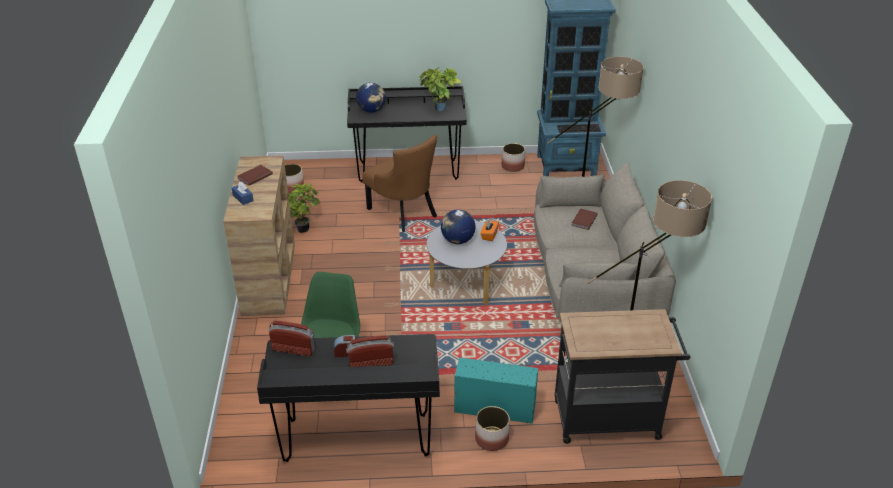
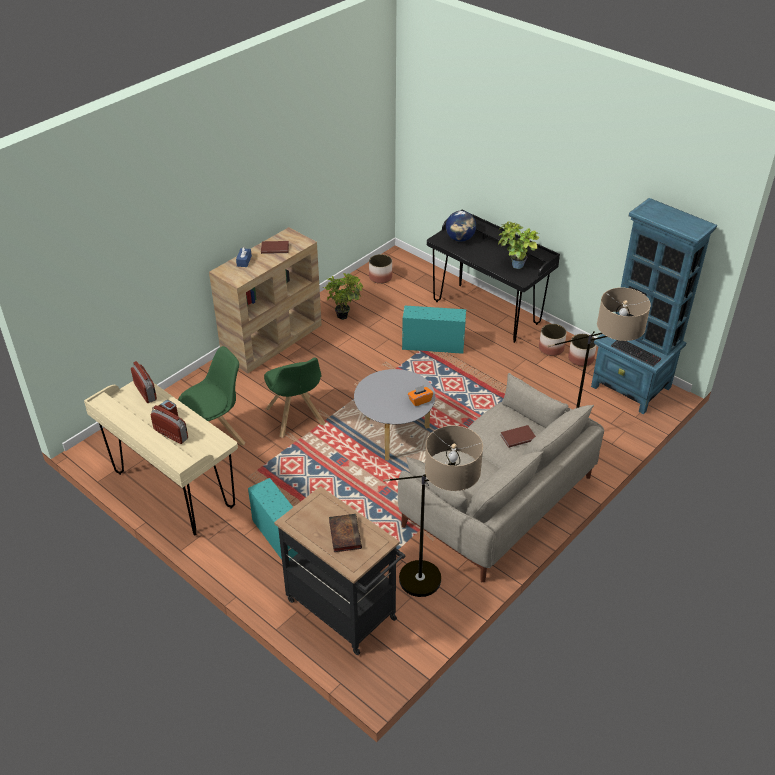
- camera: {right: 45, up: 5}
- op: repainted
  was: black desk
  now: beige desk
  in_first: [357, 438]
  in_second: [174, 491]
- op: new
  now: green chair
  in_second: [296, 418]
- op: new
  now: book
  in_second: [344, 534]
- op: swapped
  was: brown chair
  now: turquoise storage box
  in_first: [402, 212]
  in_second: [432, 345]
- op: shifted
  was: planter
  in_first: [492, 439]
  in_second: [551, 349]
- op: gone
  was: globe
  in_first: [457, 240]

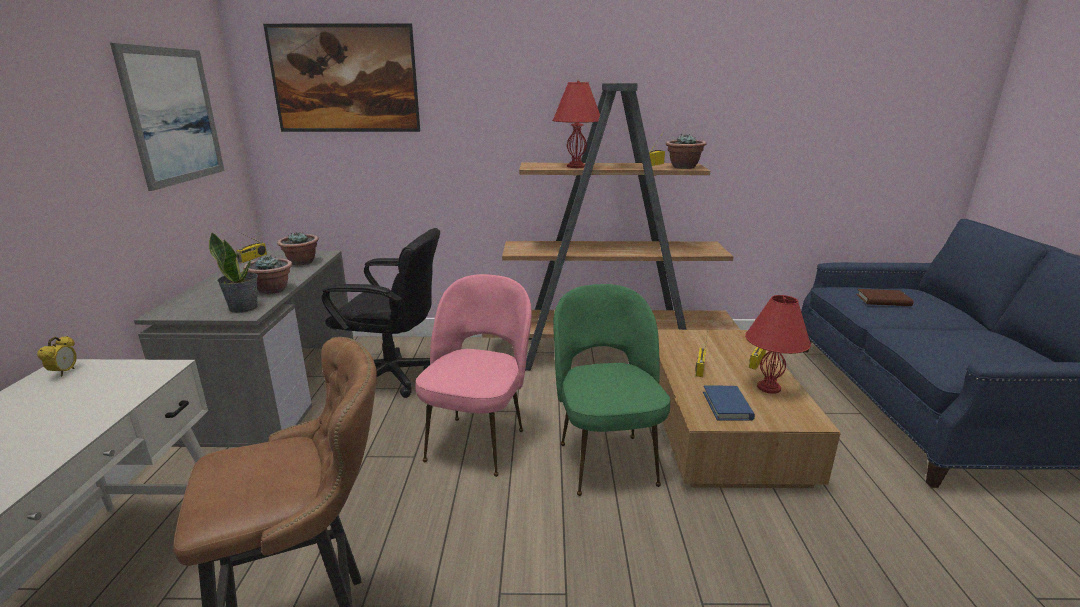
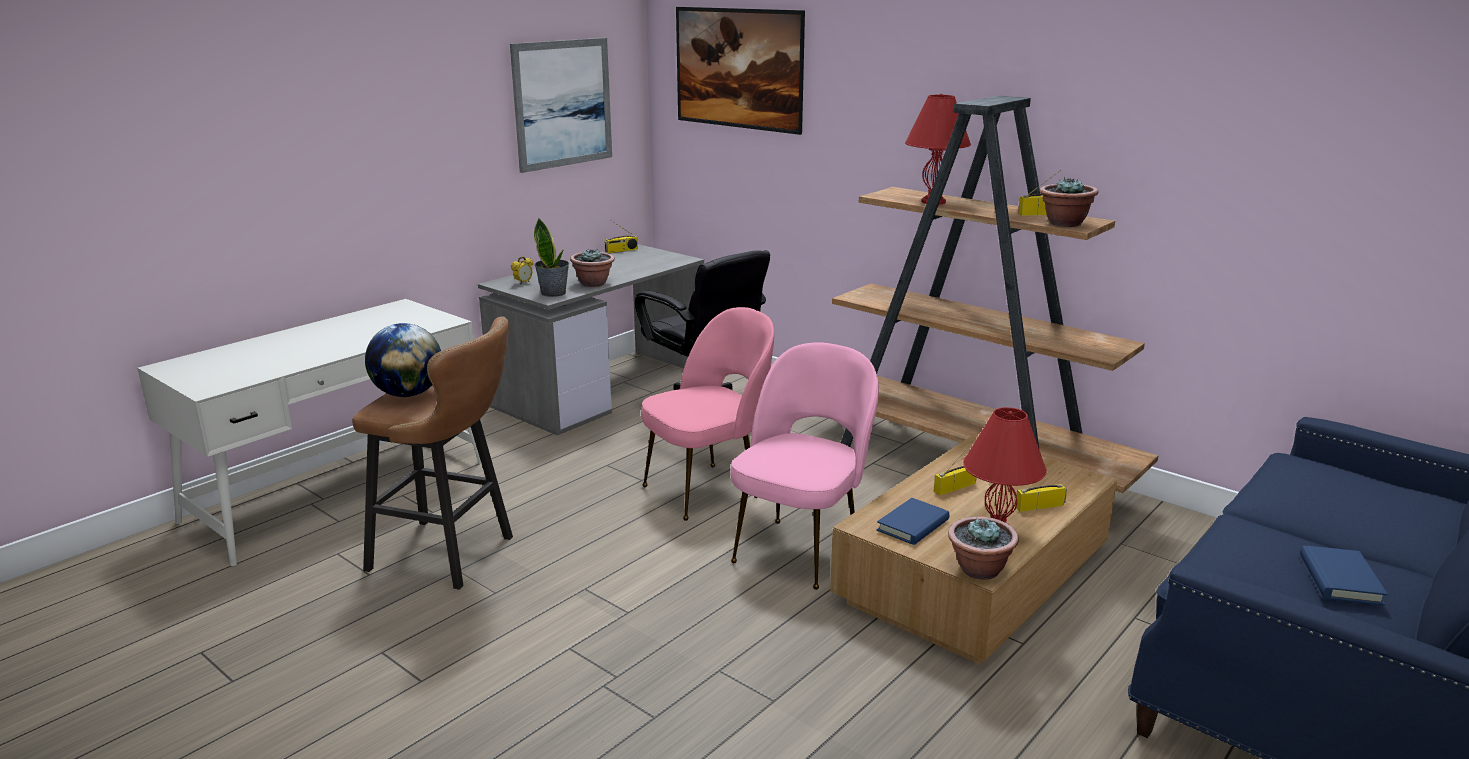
- camera: {right: 40, up: 0}
- op: new
  now: globe
  in_second: [408, 394]
- op: shifted
  was: alarm clock
  in_first: [65, 372]
  in_second: [523, 283]
- op: repainted
  was: green chair
  now: pink chair
  in_first: [605, 458]
  in_second: [801, 549]
- op: shifted
  was: potted plant
  in_first: [301, 262]
  in_second: [979, 570]
- op: new
  now: blue book
  in_second: [1339, 579]
- op: gone
  was: brown book
  in_first: [883, 300]

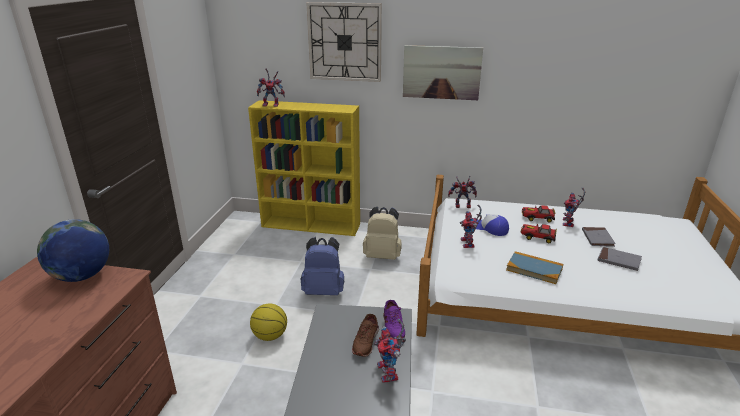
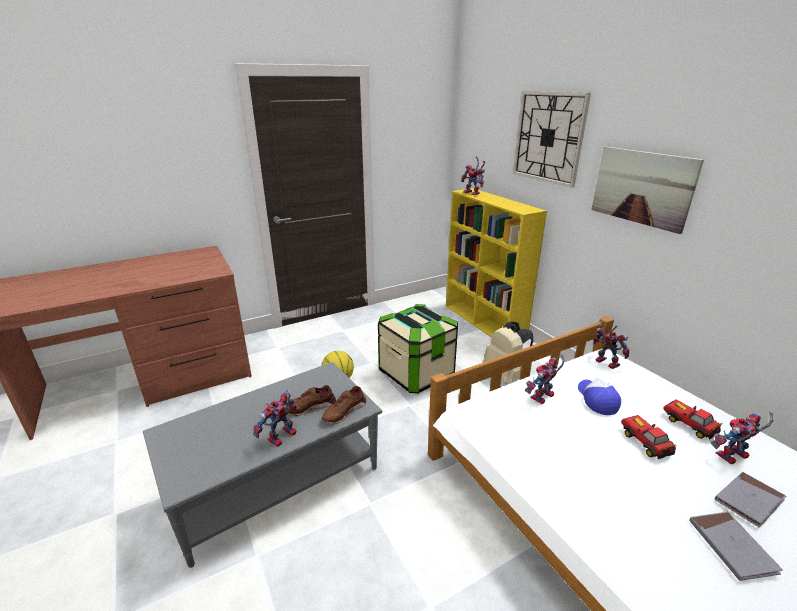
- camera: {right: 50, up: 0}
- op: repainted
  was: purple shoe
  now: brown shoe
  in_first: [393, 326]
  in_second: [344, 411]
- op: swapped
  was: blue backpack
  now: storage box
  in_first: [324, 290]
  in_second: [416, 373]
- op: gone
  was: globe
  in_first: [82, 276]
- op: gone
  was: book
  in_first: [534, 269]

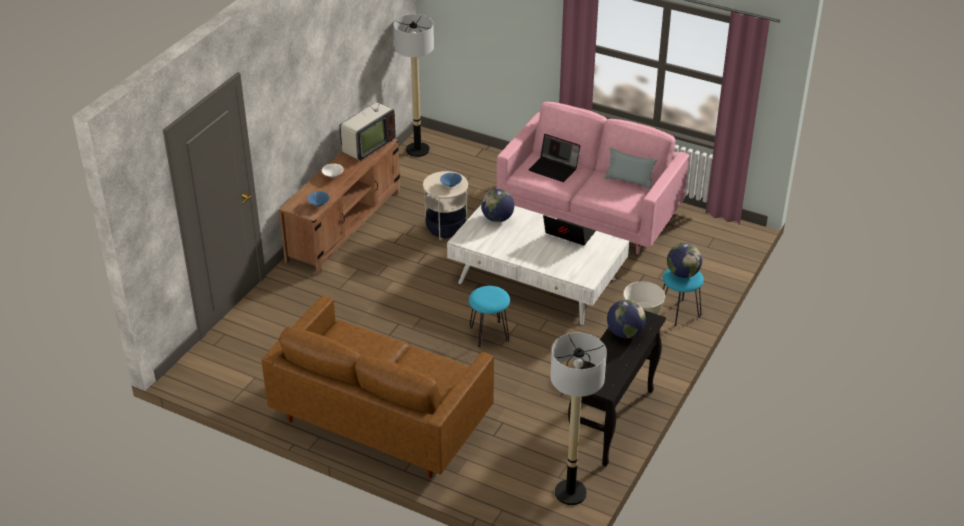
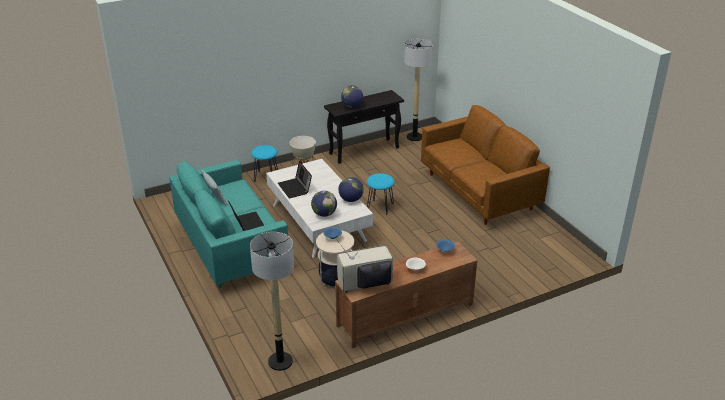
- camera: {right: -145, up: -5}
- op: repainted
  was: pink sofa
  now: turquoise sofa
  in_first: [589, 215]
  in_second: [231, 247]
- op: shifted
  was: globe
  in_first: [682, 274]
  in_second: [351, 200]

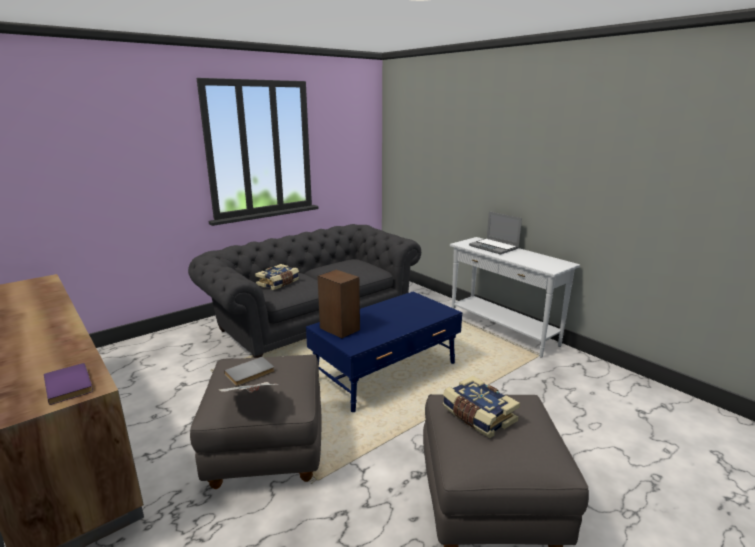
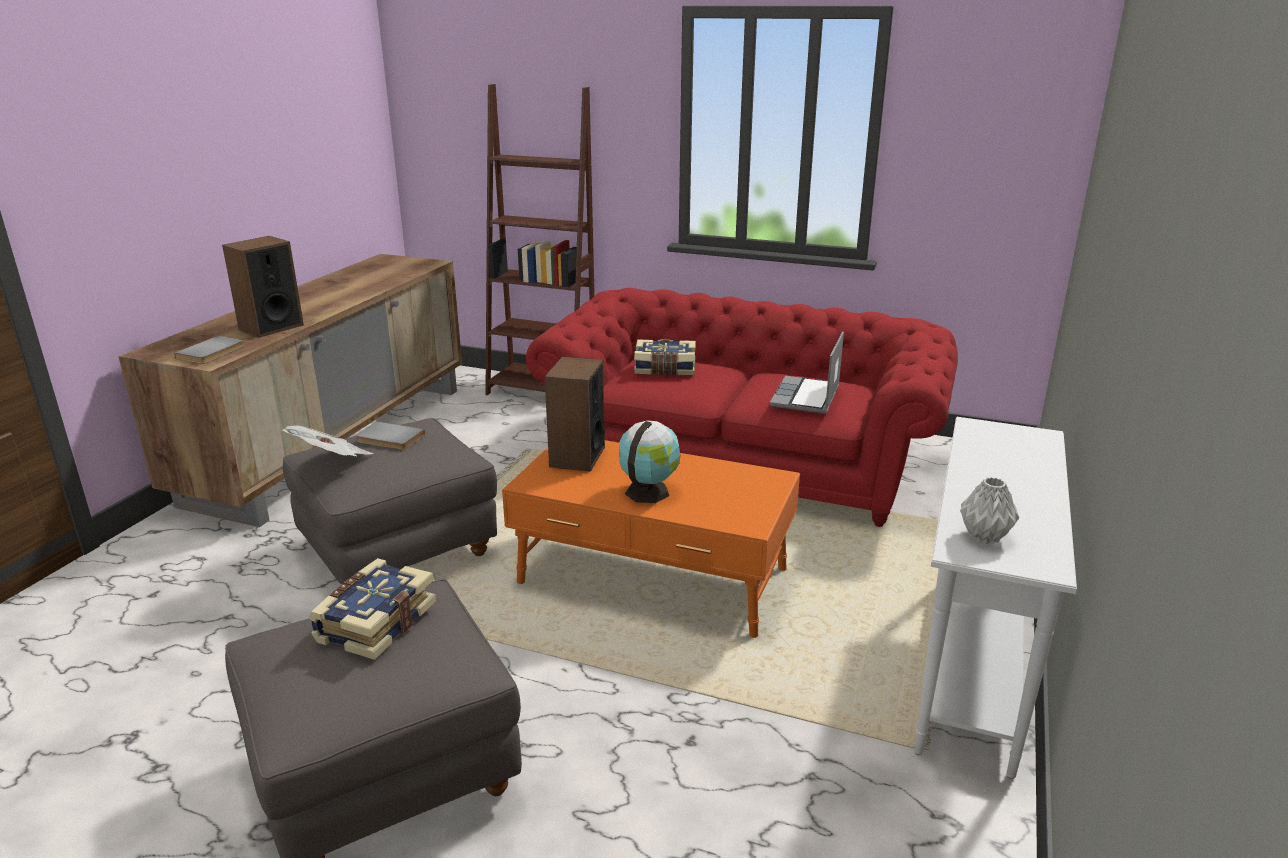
- camera: {right: 60, up: 5}
- op: repainted
  was: purple book
  now: grey book
  in_first: [71, 384]
  in_second: [213, 353]
- op: new
  now: speaker
  in_second: [271, 327]
- op: new
  now: brown bookcase
  in_second: [542, 391]
- op: repainted
  was: blue coffee table
  now: orange coffee table
  in_first: [386, 371]
  in_second: [654, 576]
- op: repainted
  was: grey sofa
  now: red sofa
  in_first: [311, 318]
  in_second: [741, 459]
- op: new
  now: globe
  in_second: [648, 491]
- op: shifted
  was: laptop
  in_first: [494, 247]
  in_second: [806, 397]
- op: new
  now: grey vase
  in_second: [985, 537]

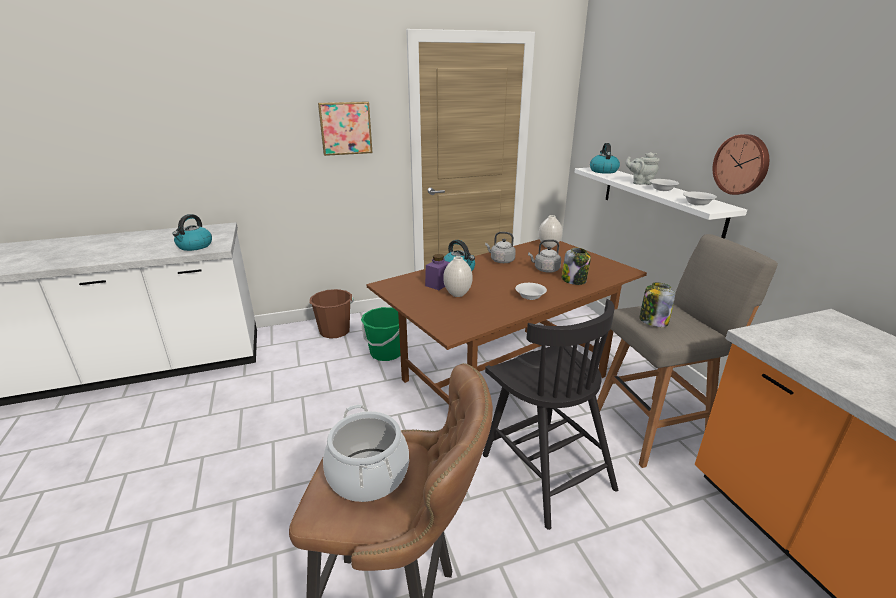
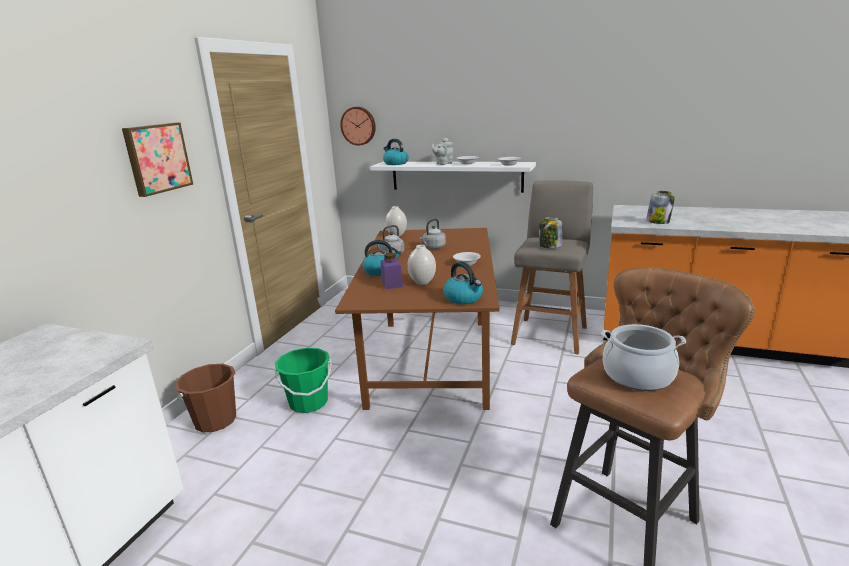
- camera: {right: -50, up: -5}
- op: shifted
  was: wall clock
  in_first: [742, 164]
  in_second: [358, 126]
- op: shifted
  was: kettle
  in_first: [194, 246]
  in_second: [464, 298]
- op: shifted
  was: jar
  in_first: [574, 280]
  in_second: [658, 222]
- op: gone
  was: black chair
  in_first: [545, 469]

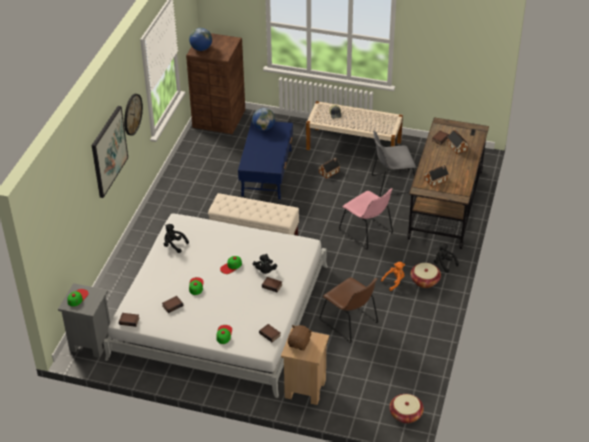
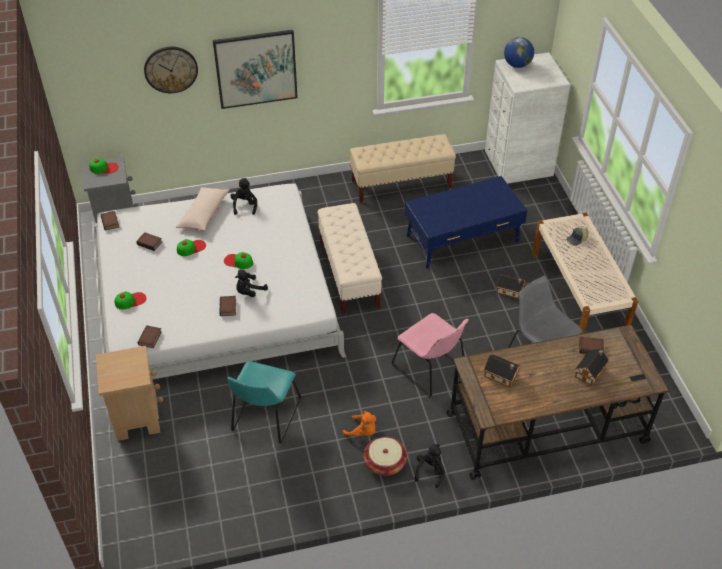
- camera: {right: 60, up: 5}
- op: shifted
  was: wall clock
  in_first: [132, 114]
  in_second: [171, 69]
- op: new
  now: beige pillow
  in_second: [204, 214]
- op: repainted
  was: brown chair
  now: turquoise chair
  in_first: [350, 322]
  in_second: [265, 417]
- op: new
  now: beige bench
  in_second: [401, 184]
- op: rotated
  was: pink chair
  in_first: [367, 232]
  in_second: [431, 370]
  clockwise: -60
- op: repainted
  was: brown dresser
  now: white dresser
  in_first: [219, 119]
  in_second: [518, 164]
- op: gone
  was: globe
  in_first: [263, 128]
- op: gone
  was: brown plush toy
  in_first: [299, 343]
- op: gone
  was: basket
  in_first: [405, 414]

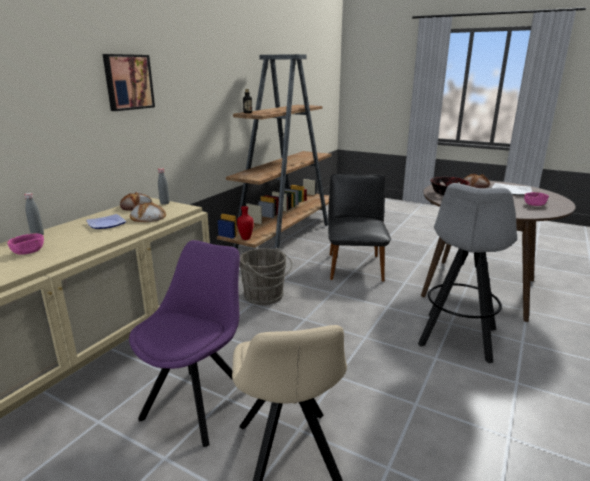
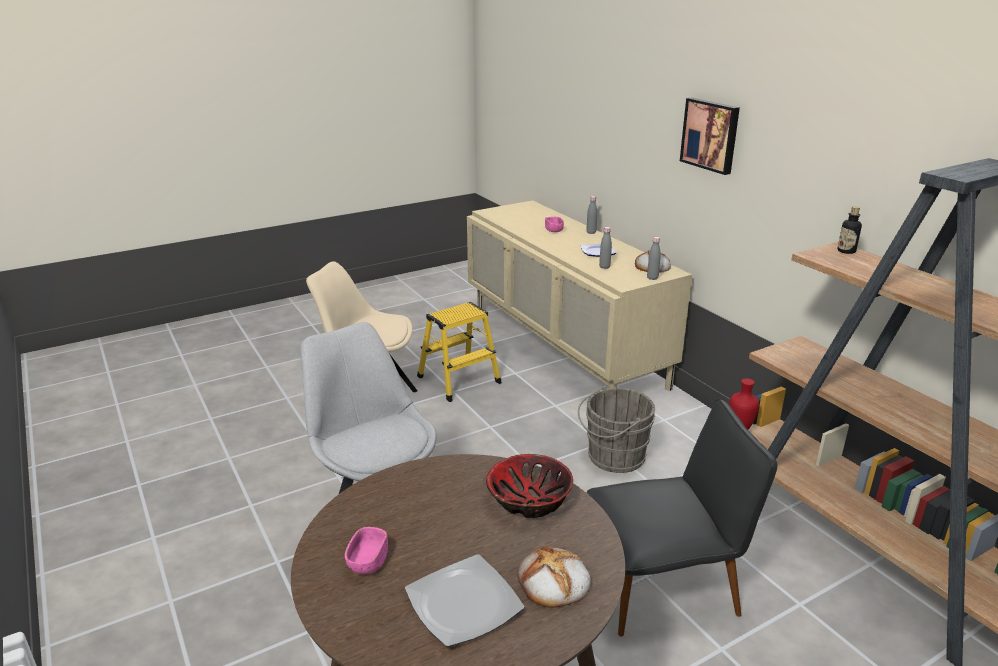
- camera: {right: 120, up: 5}
- op: swapped
  was: purple chair
  now: yellow step ladder
  in_first: [198, 404]
  in_second: [458, 379]
- op: rotated
  was: black chair
  in_first: [355, 267]
  in_second: [661, 585]
  clockwise: -45
- op: swapped
  was: bread
  now: grey bottle
  in_first: [148, 217]
  in_second: [604, 267]

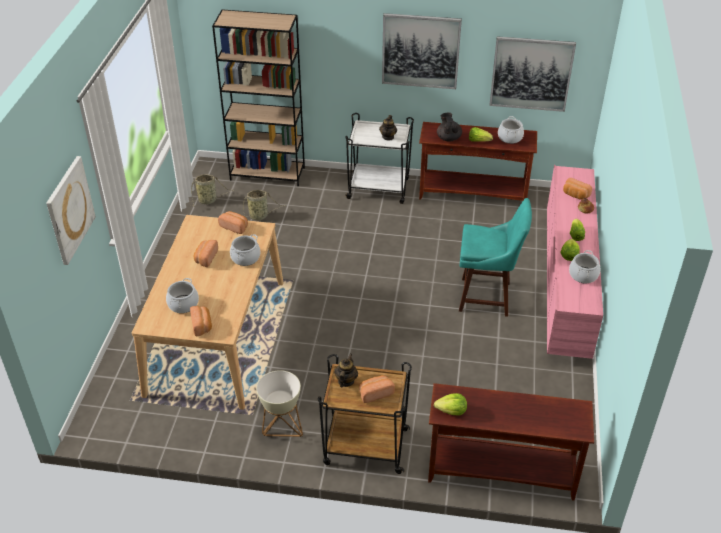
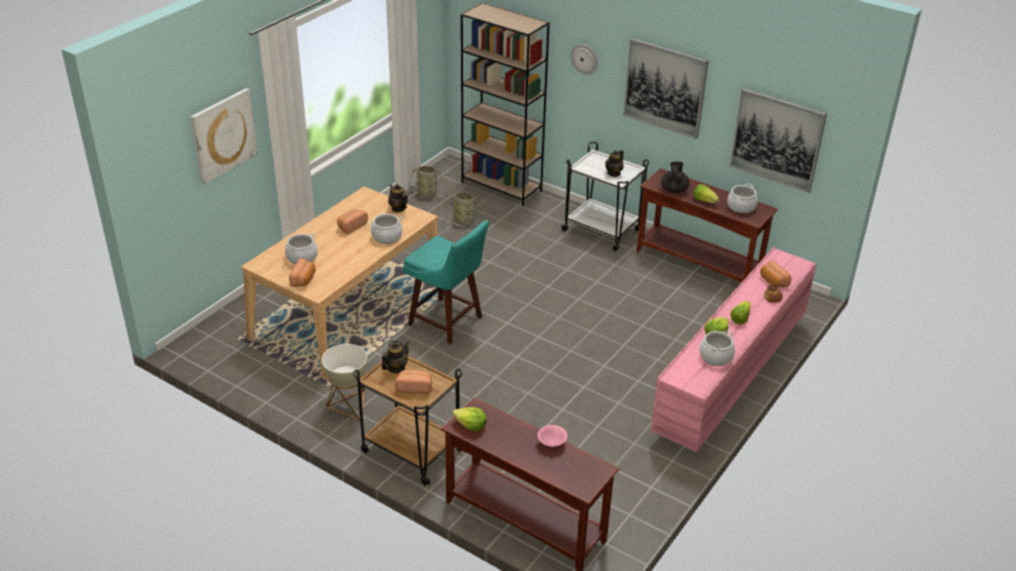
- camera: {right: 25, up: -5}
- op: swapped
  was: bread
  now: teapot
  in_first: [235, 227]
  in_second: [398, 208]
- op: shifted
  was: turquoise stool
  in_first: [487, 297]
  in_second: [447, 322]
- op: new
  now: pink bowl
  in_second: [552, 443]
- op: new
  now: wall clock
  in_second: [584, 58]

